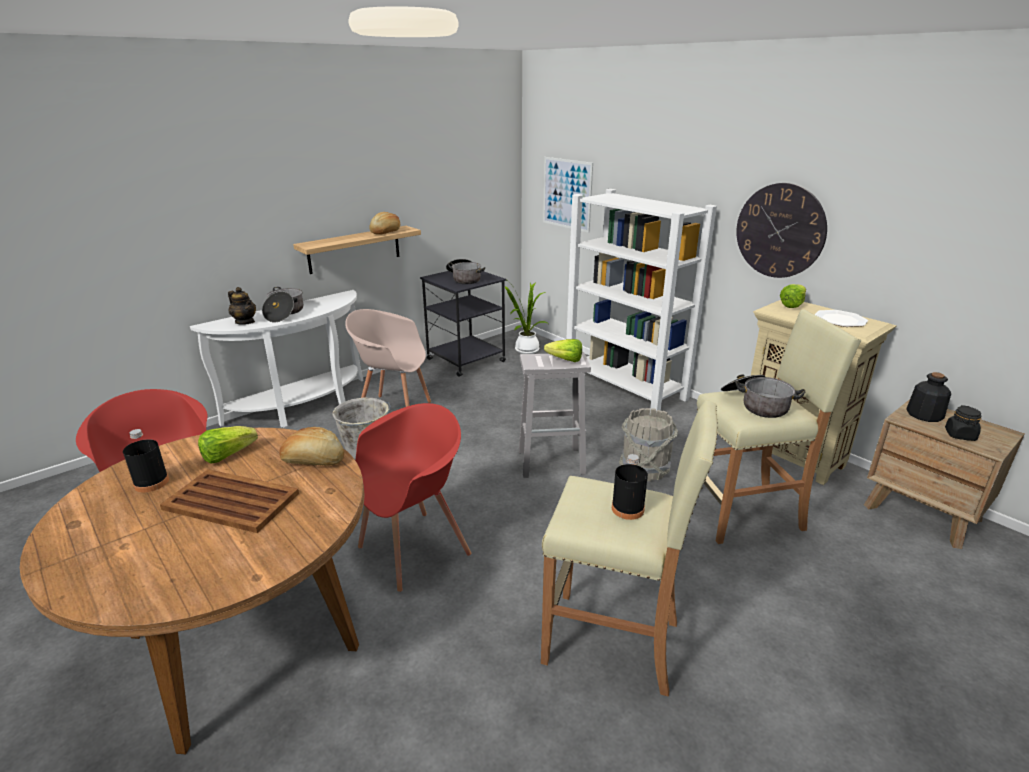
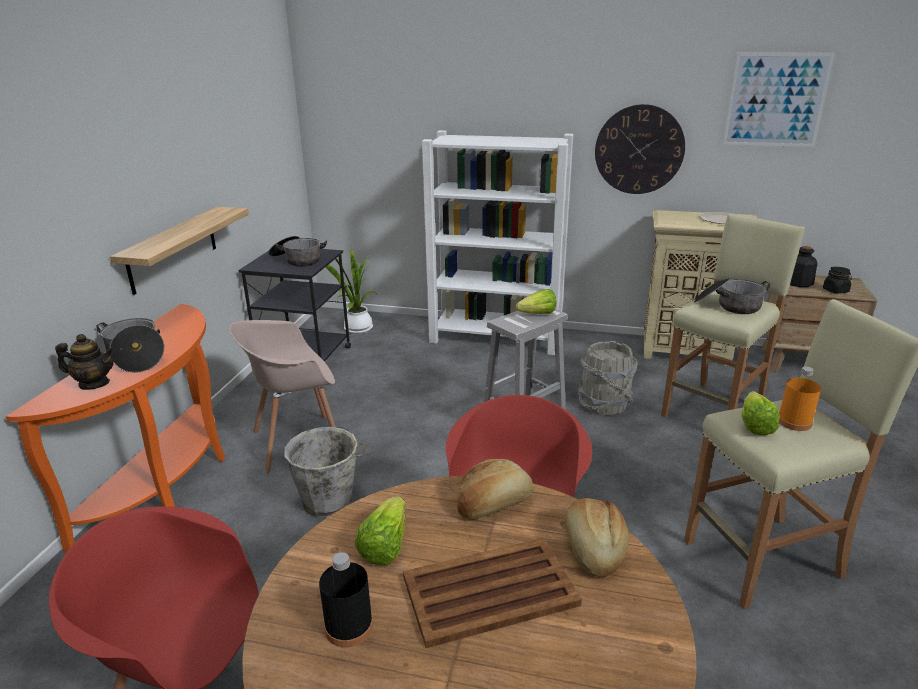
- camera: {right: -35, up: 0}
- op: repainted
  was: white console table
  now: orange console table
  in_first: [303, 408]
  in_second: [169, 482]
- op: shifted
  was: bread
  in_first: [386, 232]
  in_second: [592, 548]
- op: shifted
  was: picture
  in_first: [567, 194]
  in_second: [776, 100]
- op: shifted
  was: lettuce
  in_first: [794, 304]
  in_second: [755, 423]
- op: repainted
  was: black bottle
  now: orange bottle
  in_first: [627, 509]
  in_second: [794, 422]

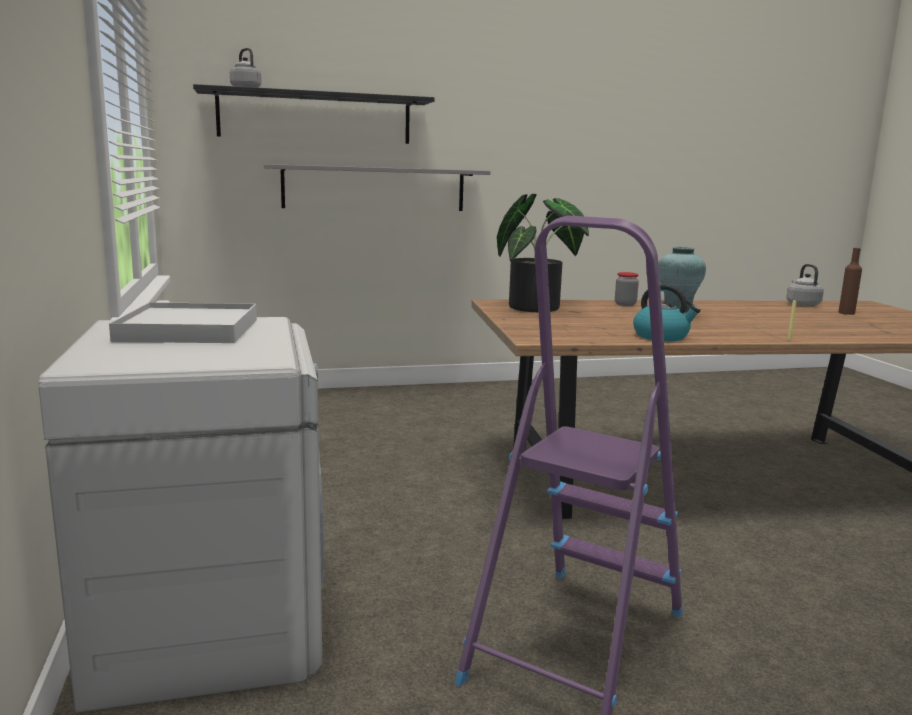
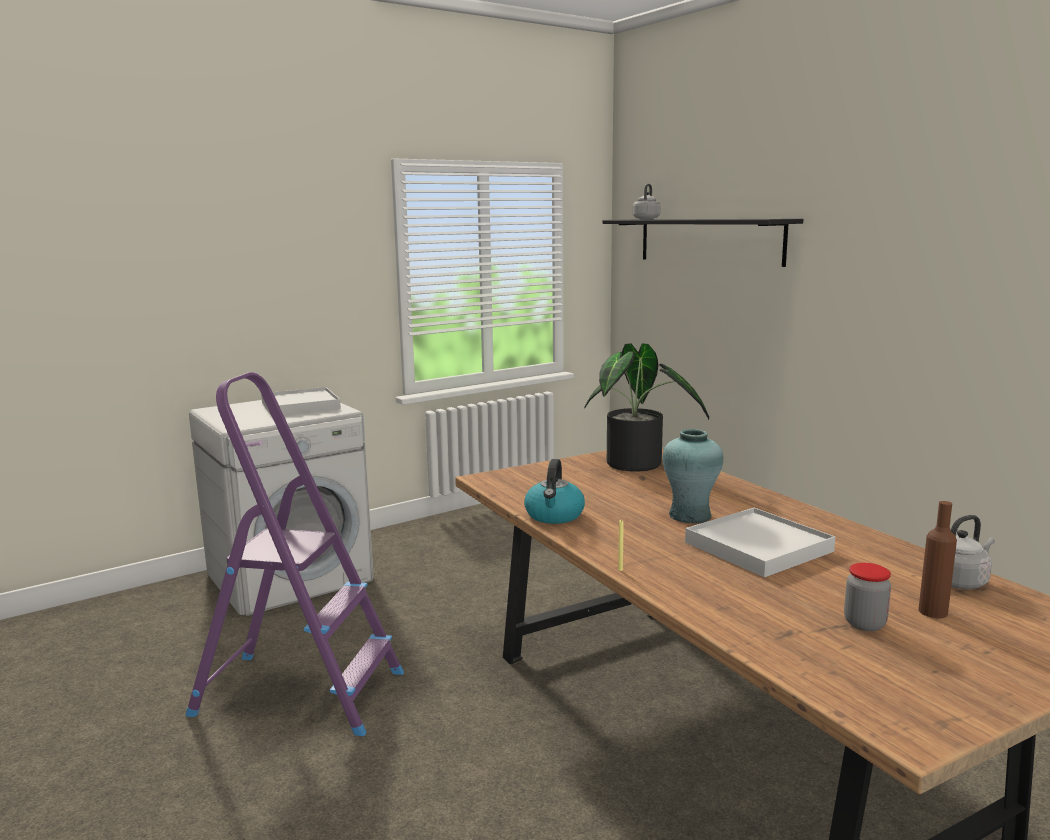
- camera: {right: 70, up: 0}
- op: new
  now: white tray
  in_second: [758, 547]
- op: shifted
  was: jar
  in_first: [625, 304]
  in_second: [864, 624]
- op: gone
  was: grey shelf
  in_first: [374, 188]

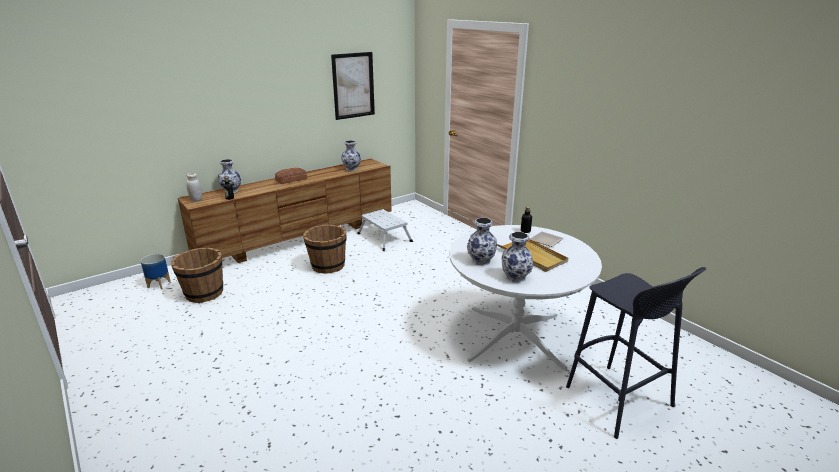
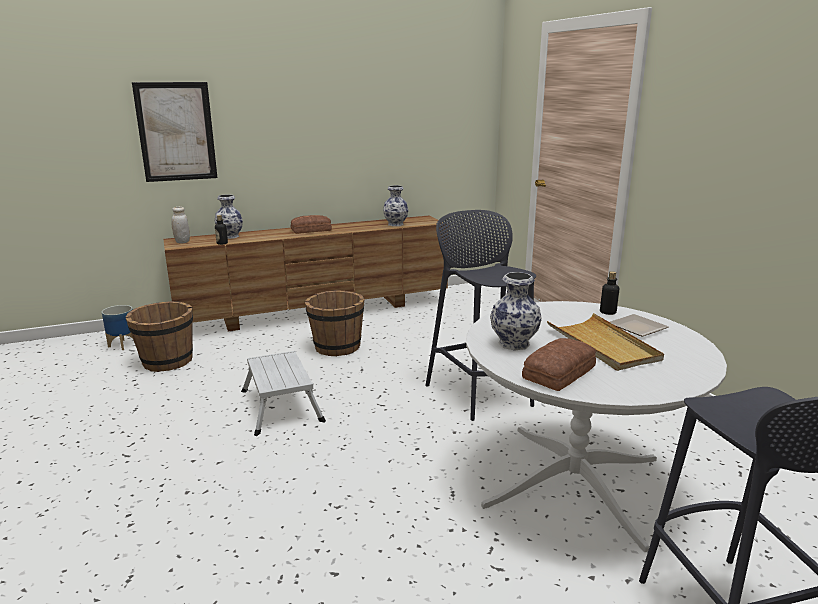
- camera: {right: 15, up: -5}
- op: shifted
  was: picture
  in_first: [353, 85]
  in_second: [176, 132]
- op: shifted
  was: white step ladder
  in_first: [384, 237]
  in_second: [281, 405]
- op: new
  now: grey stool
  in_second: [481, 393]
- op: swapped
  was: vase
  now: bread
  in_first: [516, 277]
  in_second: [561, 373]

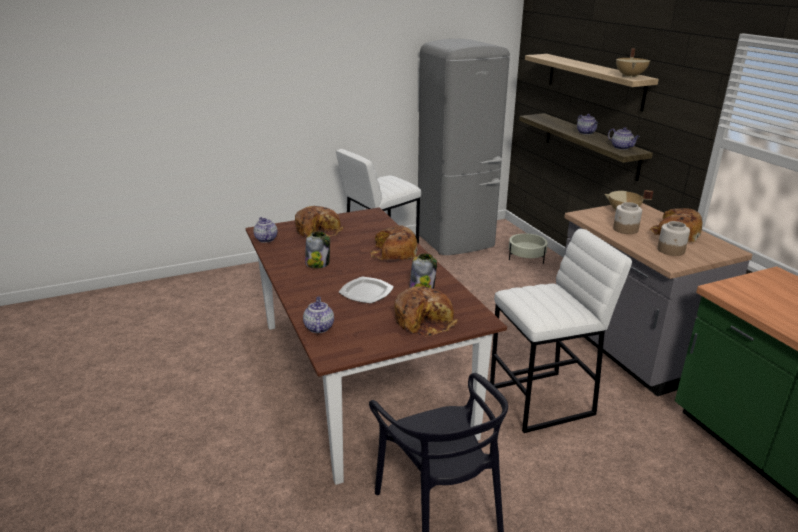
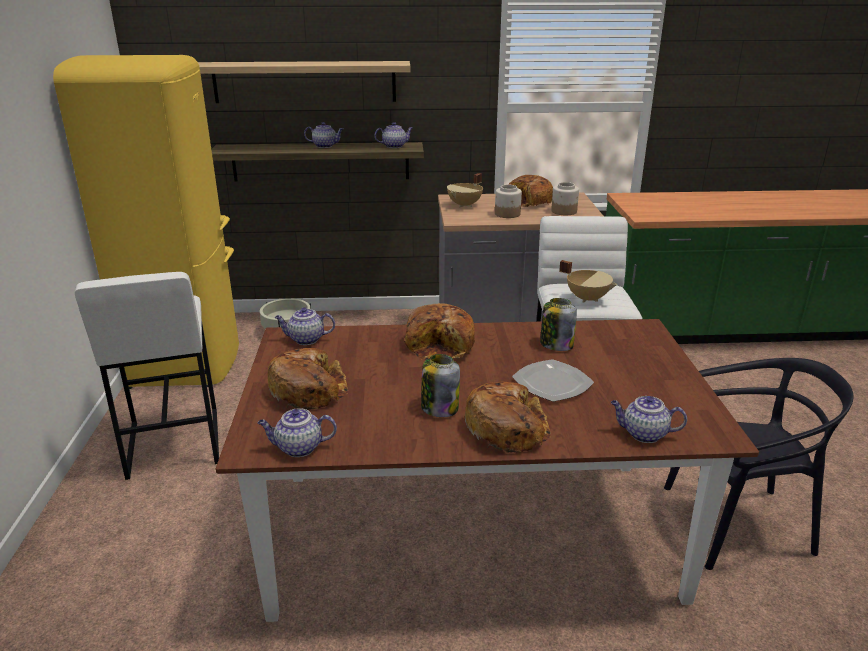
- camera: {right: -70, up: 0}
- op: repainted
  was: grey fridge
  now: yellow fridge
  in_first: [457, 241]
  in_second: [189, 363]
- op: new
  now: teapot
  in_second: [305, 339]
- op: shifted
  was: bread
  in_first: [424, 320]
  in_second: [508, 428]
- op: shifted
  was: beige cooking pot
  in_first: [630, 76]
  in_second: [587, 298]

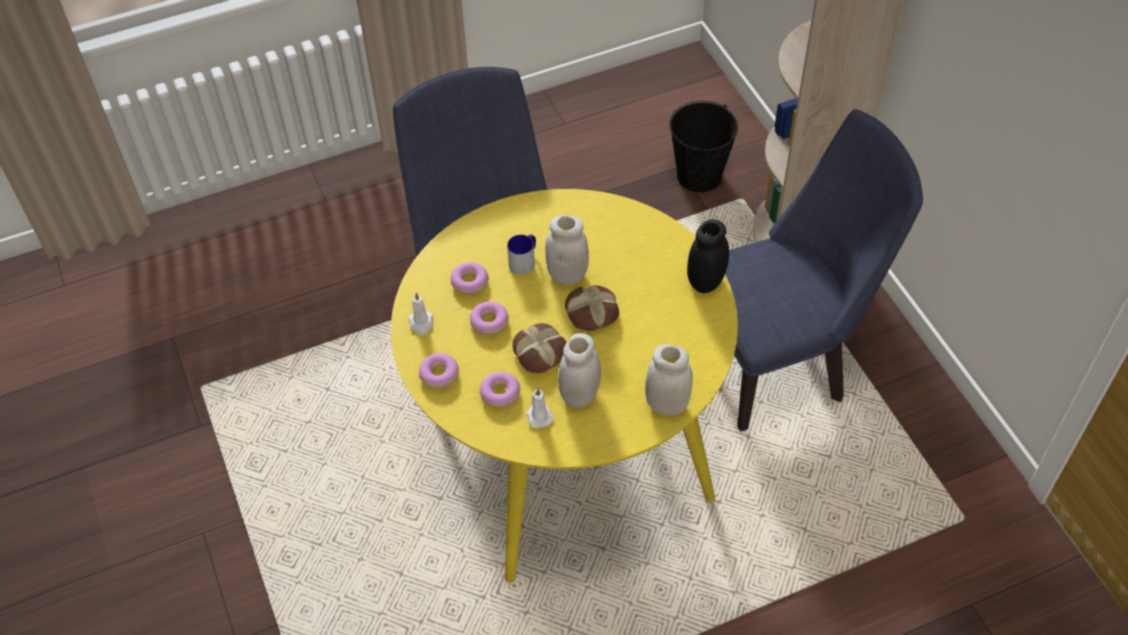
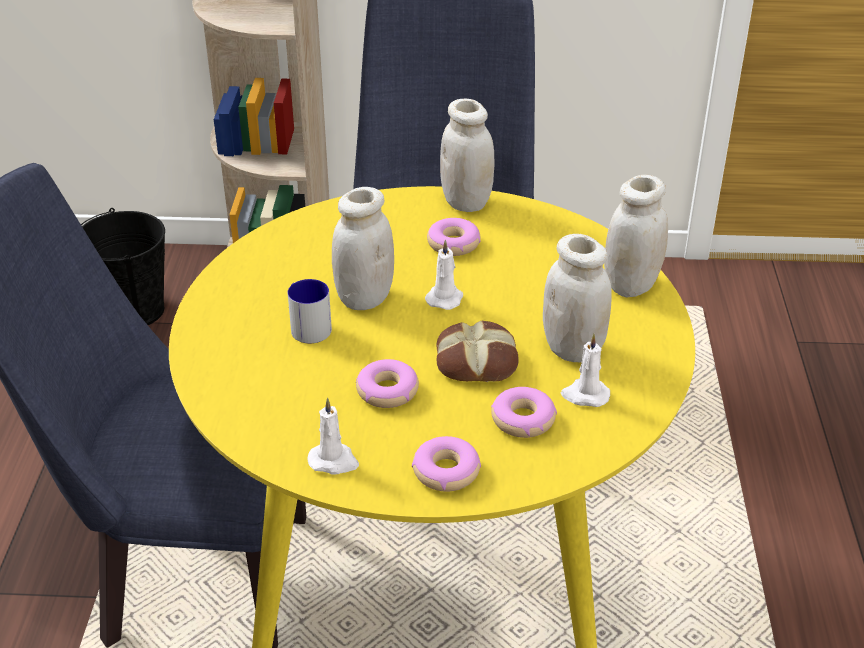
- camera: {right: -65, up: -15}
- op: swapped
  was: bread
  now: white candle
  in_first: [592, 313]
  in_second: [445, 298]
- op: shifted
  was: donut
  in_first: [469, 282]
  in_second: [453, 244]
- op: repainted
  was: black jar
  now: white jar
  in_first: [706, 282]
  in_second: [466, 202]

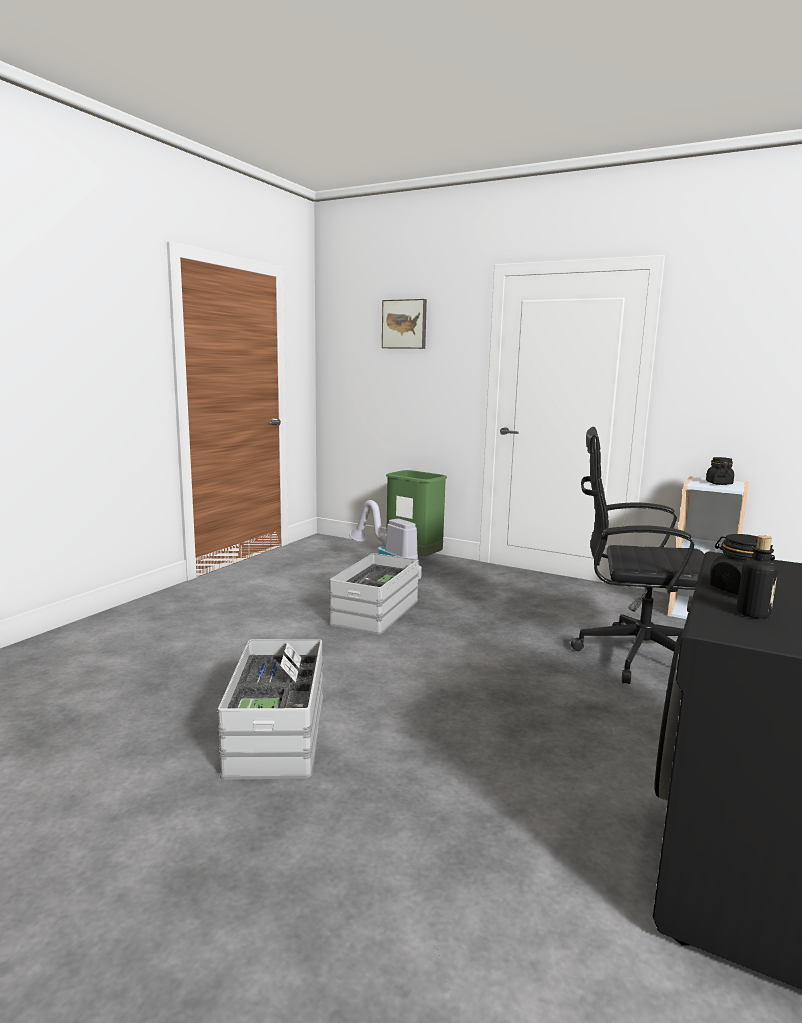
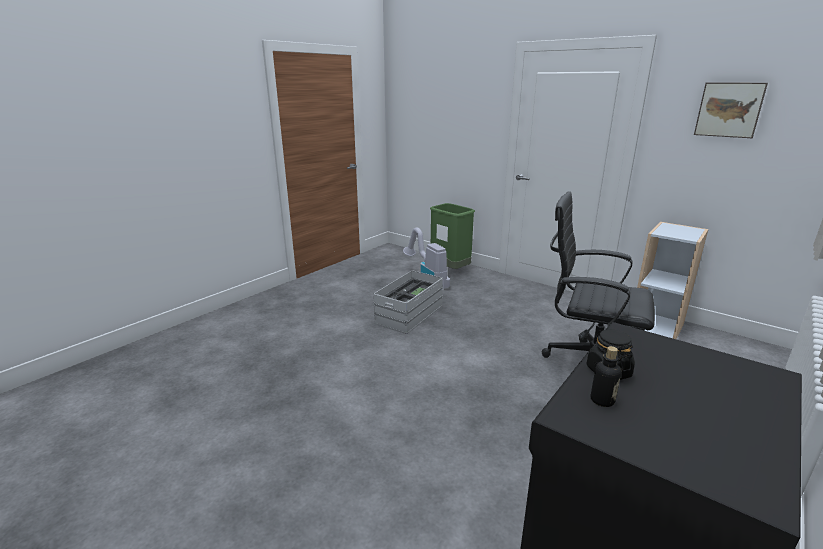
- camera: {right: 10, up: 10}
- op: shifted
  was: picture
  in_first: [405, 324]
  in_second: [729, 109]
- op: gone
  was: grey storage box
  in_first: [275, 732]
- op: gone
  was: black jar
  in_first: [718, 483]

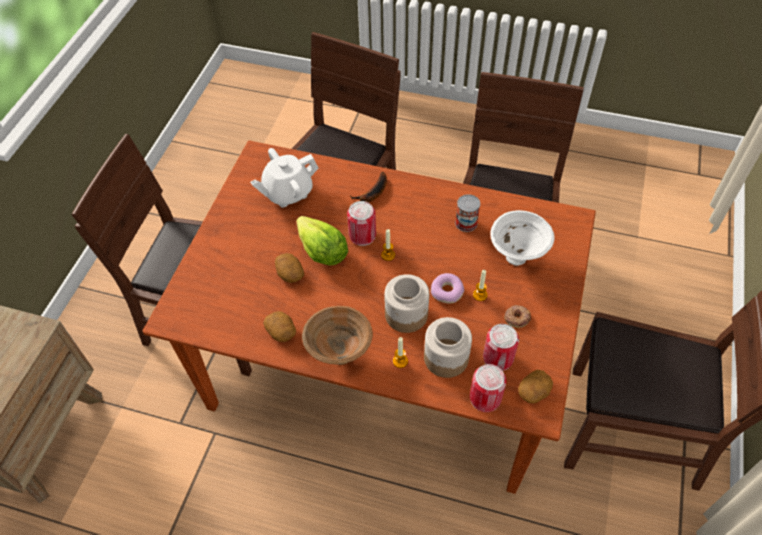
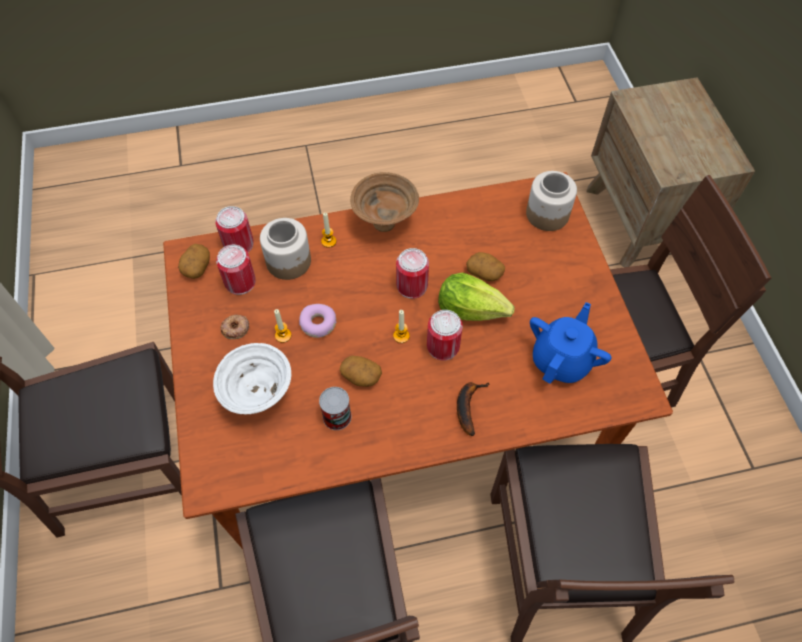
- camera: {right: 150, up: 5}
- op: shifted
  was: potato
  in_first: [281, 331]
  in_second: [360, 376]
- op: new
  now: can
  in_second: [412, 286]
- op: shifted
  was: jar
  in_first: [407, 314]
  in_second: [547, 214]
- op: repainted
  was: white teapot
  now: blue teapot
  in_first: [288, 193]
  in_second: [562, 360]

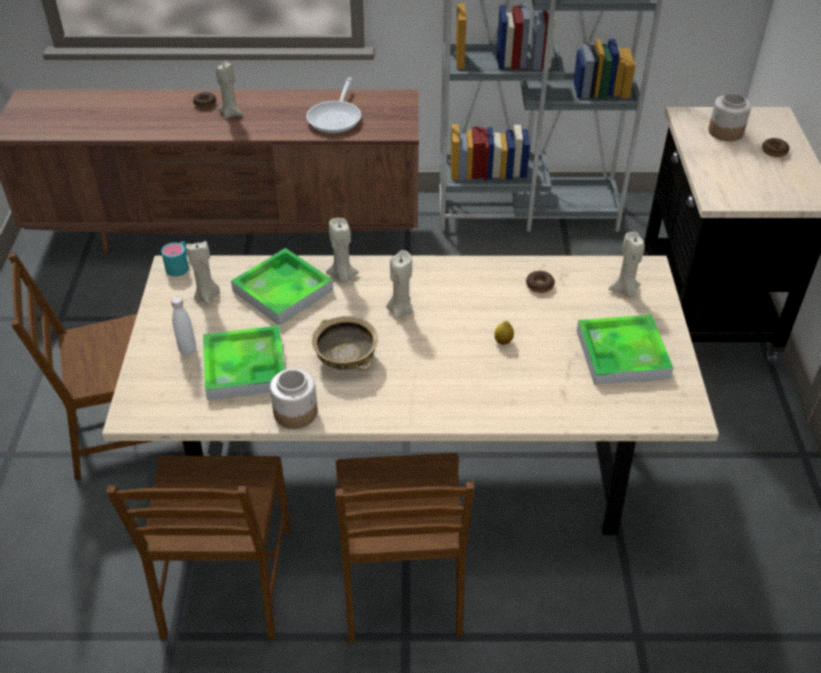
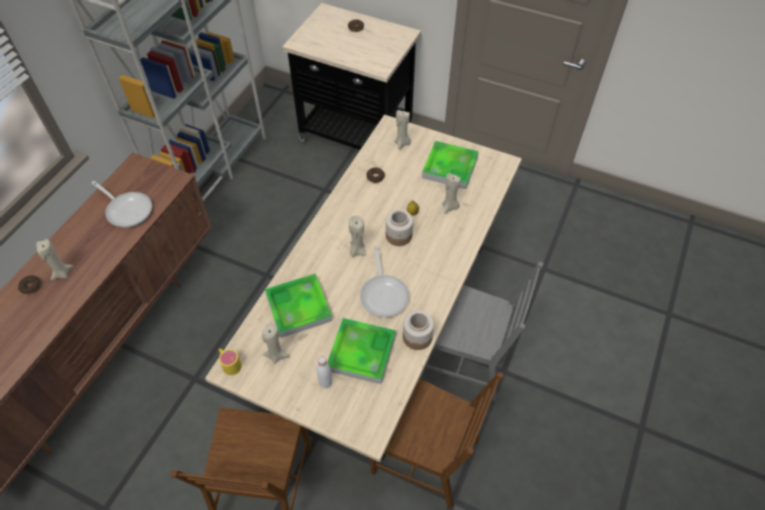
- camera: {right: -65, up: 10}
- op: repainted
  was: turquoise mug
  now: yellow mug
  in_first: [180, 265]
  in_second: [229, 363]
- op: swapped
  was: beige bowl
  now: frying pan
  in_first: [346, 358]
  in_second: [384, 294]
- op: shifted
  was: jar
  in_first: [725, 132]
  in_second: [399, 236]
- op: repainted
  was: brown chair
  now: grey chair
  in_first: [402, 582]
  in_second: [468, 359]
- op: shifted
  was: beige candle
  in_first: [342, 276]
  in_second: [450, 207]

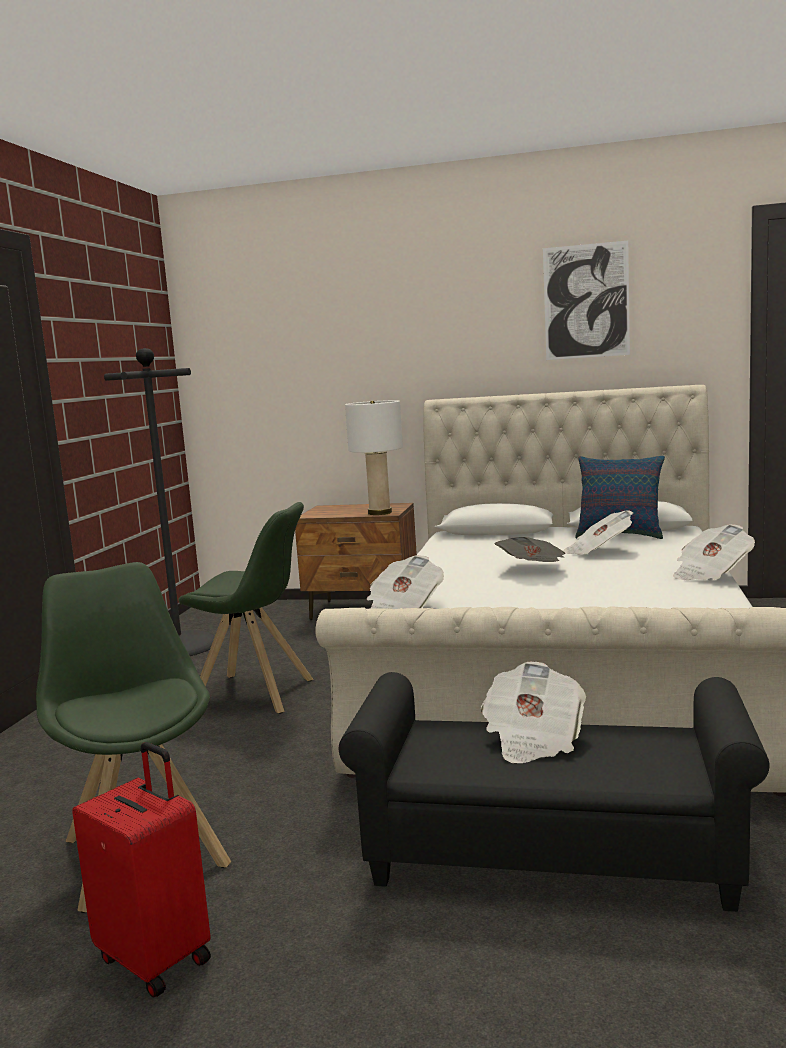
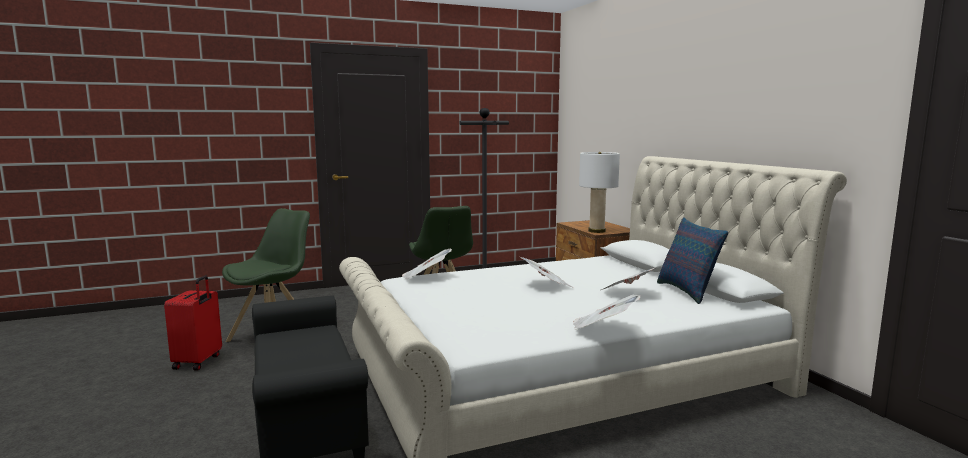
- camera: {right: 55, up: 0}
- op: gone
  was: newspaper
  in_first: [532, 740]
- op: gone
  was: picture
  in_first: [586, 301]

